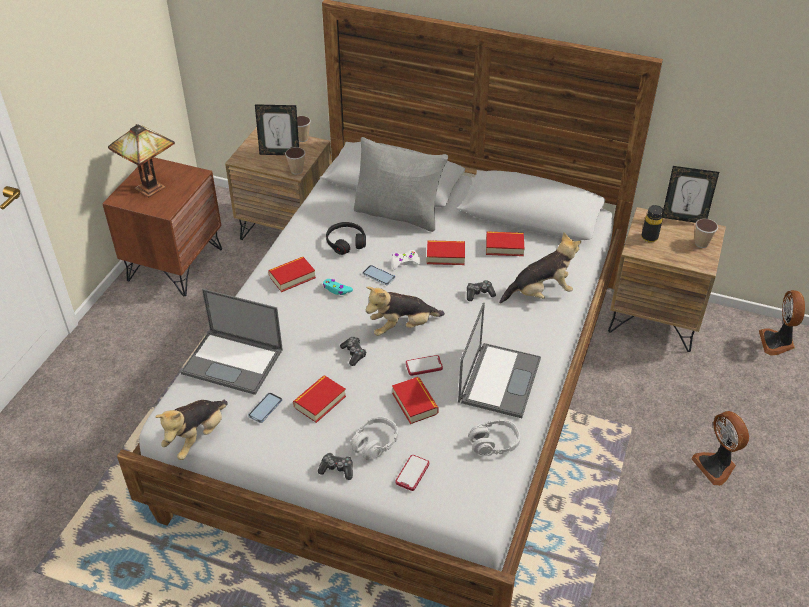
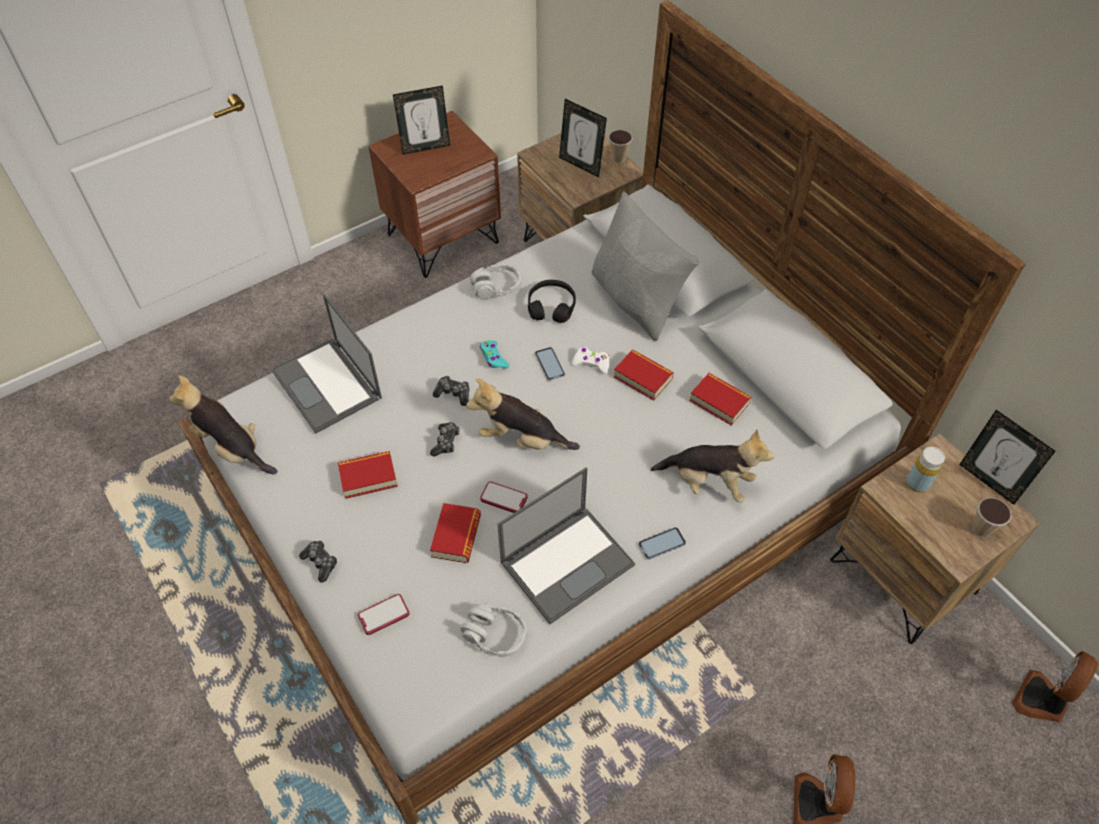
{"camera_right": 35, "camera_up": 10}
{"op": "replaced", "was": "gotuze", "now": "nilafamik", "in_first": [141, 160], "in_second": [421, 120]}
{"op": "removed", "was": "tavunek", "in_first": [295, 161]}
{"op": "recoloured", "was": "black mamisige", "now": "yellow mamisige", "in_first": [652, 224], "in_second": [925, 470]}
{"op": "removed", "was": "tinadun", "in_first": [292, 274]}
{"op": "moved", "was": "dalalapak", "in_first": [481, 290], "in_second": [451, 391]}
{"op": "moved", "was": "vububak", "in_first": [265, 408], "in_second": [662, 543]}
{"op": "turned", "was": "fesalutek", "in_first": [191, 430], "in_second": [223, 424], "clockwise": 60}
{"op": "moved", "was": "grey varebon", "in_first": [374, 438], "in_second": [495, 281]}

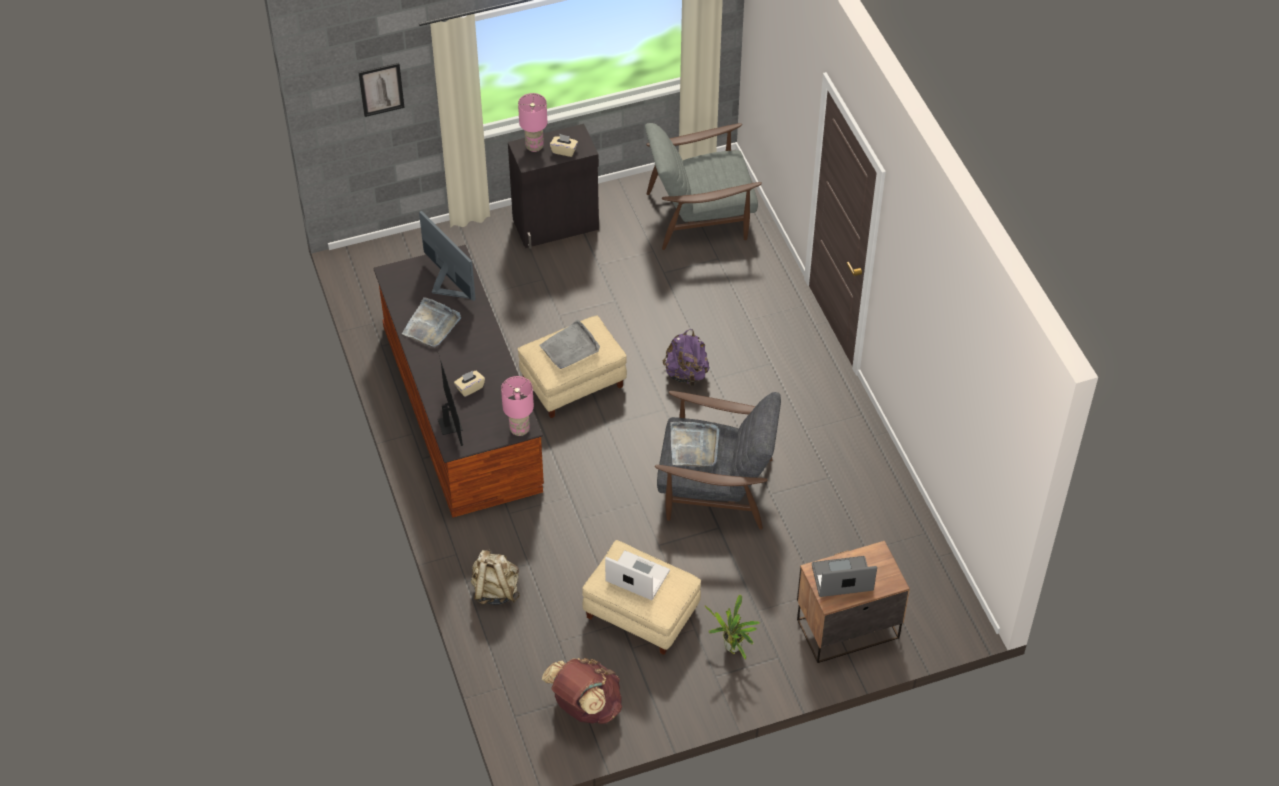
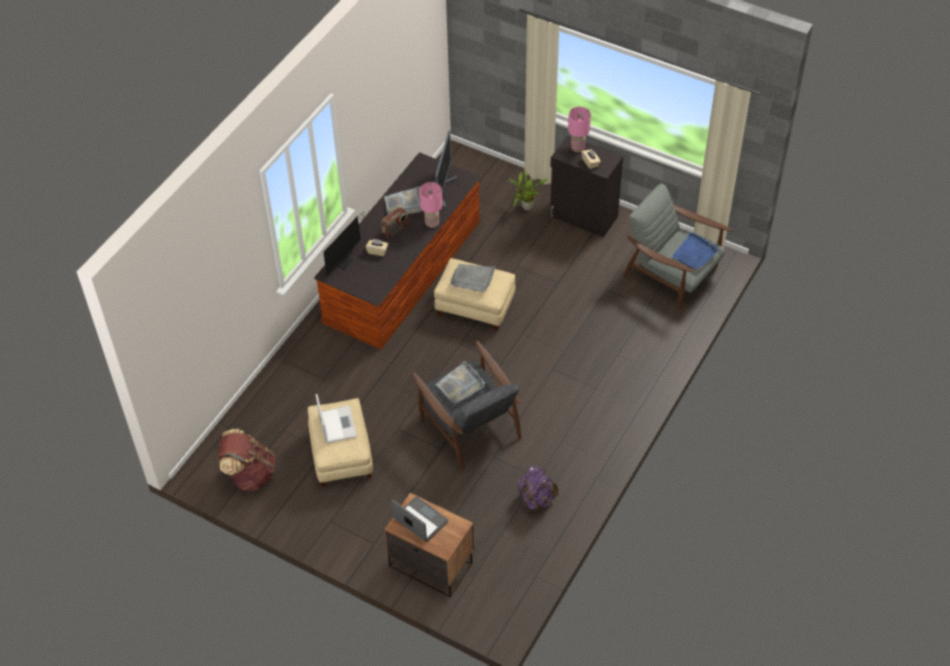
{"camera_right": 50, "camera_up": 0}
{"op": "removed", "was": "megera", "in_first": [381, 90]}
{"op": "moved", "was": "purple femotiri", "in_first": [685, 357], "in_second": [537, 488]}
{"op": "moved", "was": "pink gotuze", "in_first": [517, 406], "in_second": [430, 205]}
{"op": "removed", "was": "beige femotiri", "in_first": [495, 577]}
{"op": "moved", "was": "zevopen", "in_first": [732, 627], "in_second": [528, 190]}
{"op": "added", "now": "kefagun", "in_second": [395, 223]}
{"op": "added", "now": "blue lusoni", "in_second": [695, 251]}

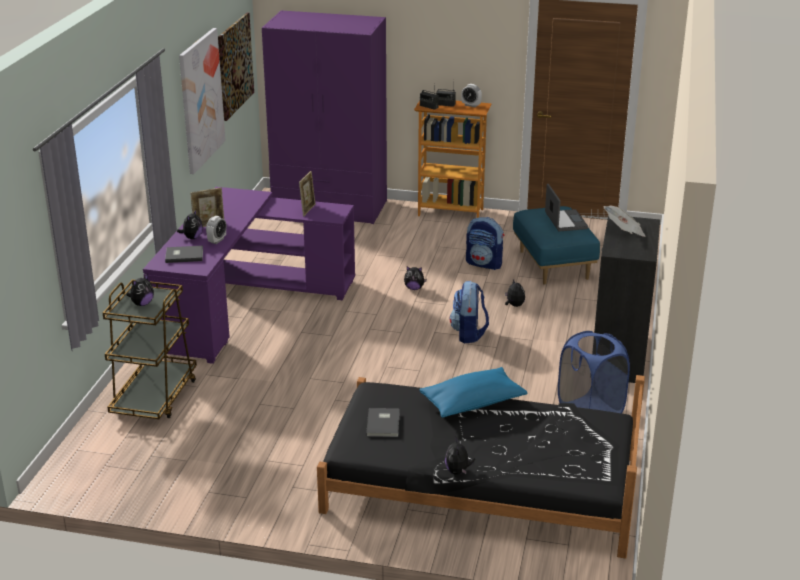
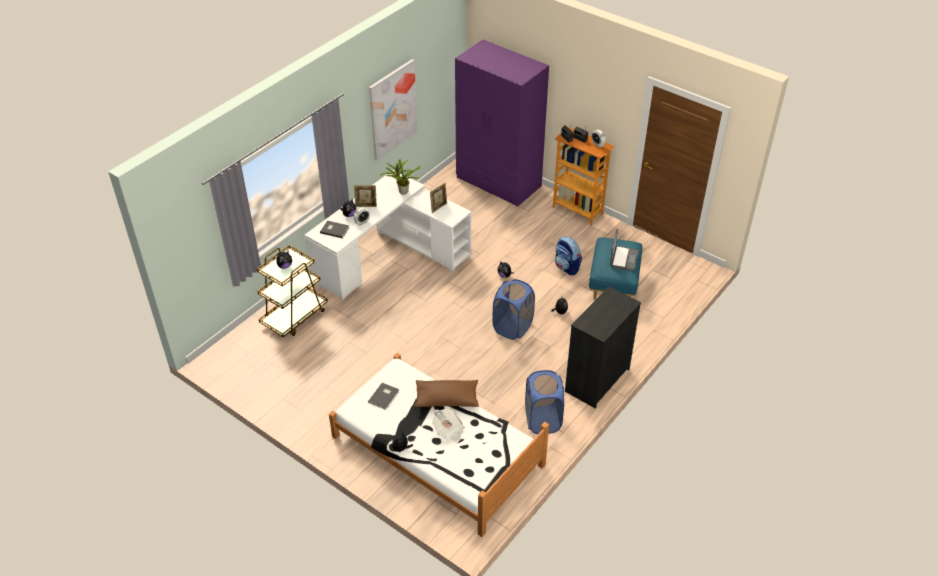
{"camera_right": 25, "camera_up": 15}
{"op": "removed", "was": "megera", "in_first": [236, 66]}
{"op": "recoloured", "was": "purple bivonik", "now": "white bivonik", "in_first": [249, 275], "in_second": [388, 235]}
{"op": "moved", "was": "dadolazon", "in_first": [624, 221], "in_second": [448, 425]}
{"op": "replaced", "was": "femotiri", "now": "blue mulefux", "in_first": [469, 312], "in_second": [513, 309]}
{"op": "recoloured", "was": "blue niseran", "now": "brown niseran", "in_first": [473, 392], "in_second": [447, 393]}
{"op": "recoloured", "was": "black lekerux", "now": "white lekerux", "in_first": [481, 466], "in_second": [439, 445]}
{"op": "added", "now": "zevopen", "in_second": [400, 177]}

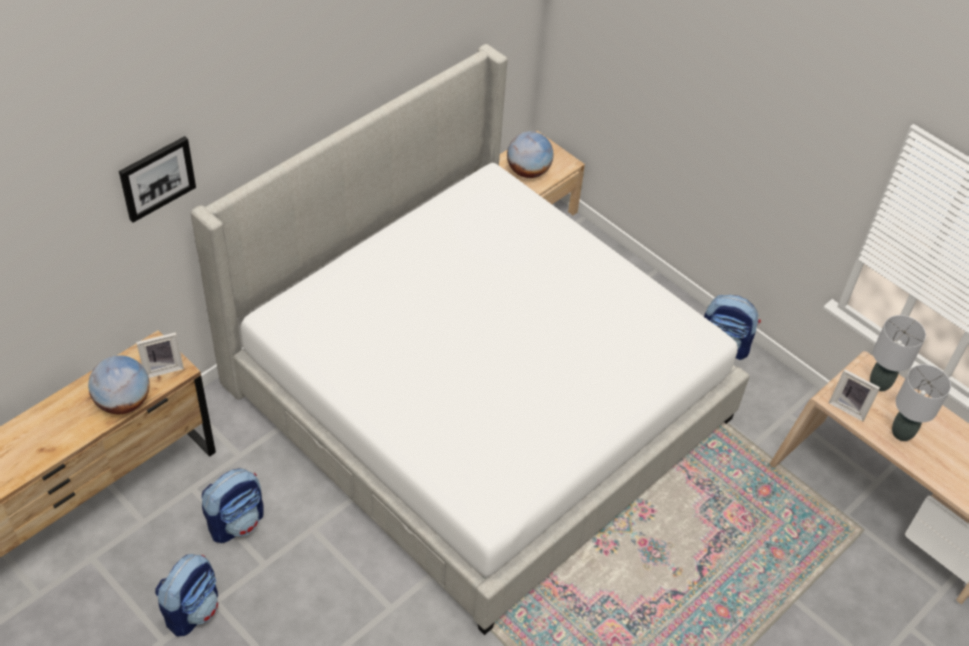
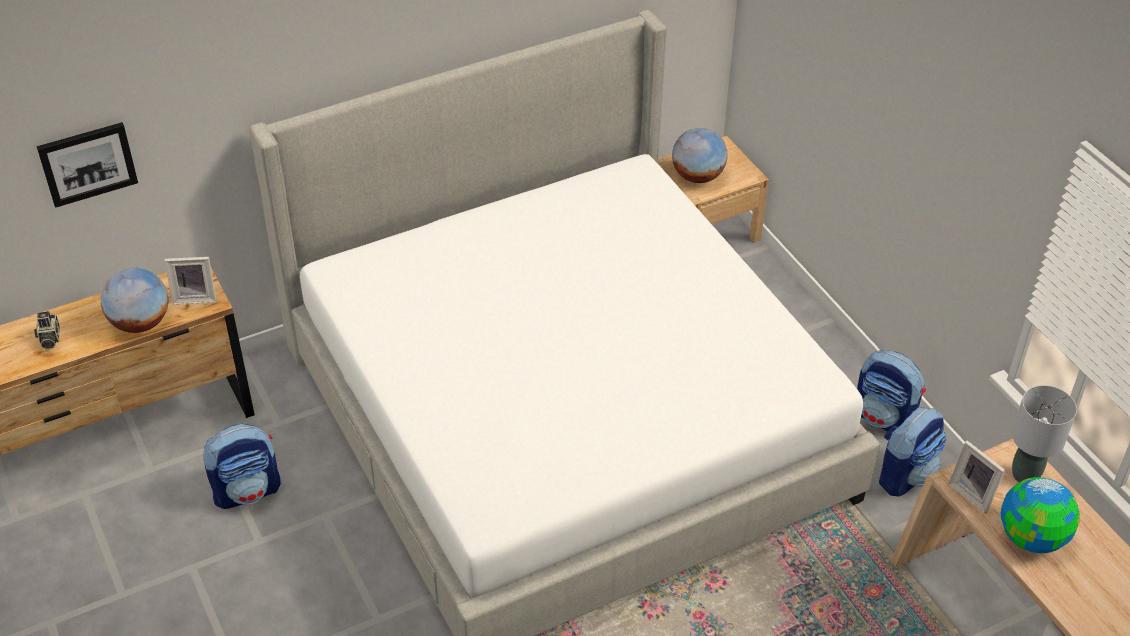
{"camera_right": 20, "camera_up": -5}
{"op": "moved", "was": "megera", "in_first": [157, 179], "in_second": [87, 165]}
{"op": "replaced", "was": "grey gotuze", "now": "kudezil", "in_first": [921, 402], "in_second": [1040, 515]}
{"op": "moved", "was": "femotiri", "in_first": [186, 595], "in_second": [912, 452]}
{"op": "added", "now": "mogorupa", "in_second": [47, 330]}

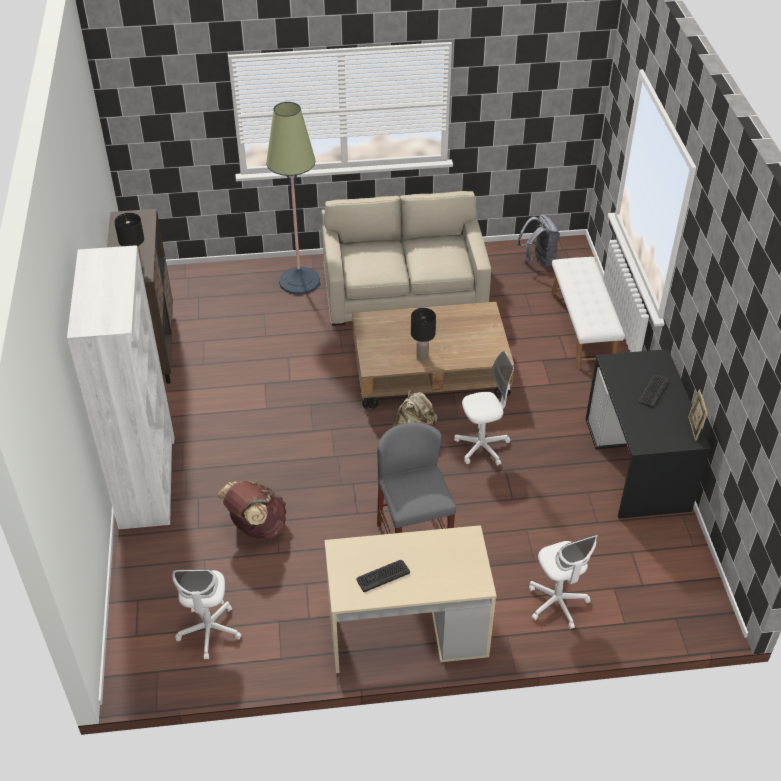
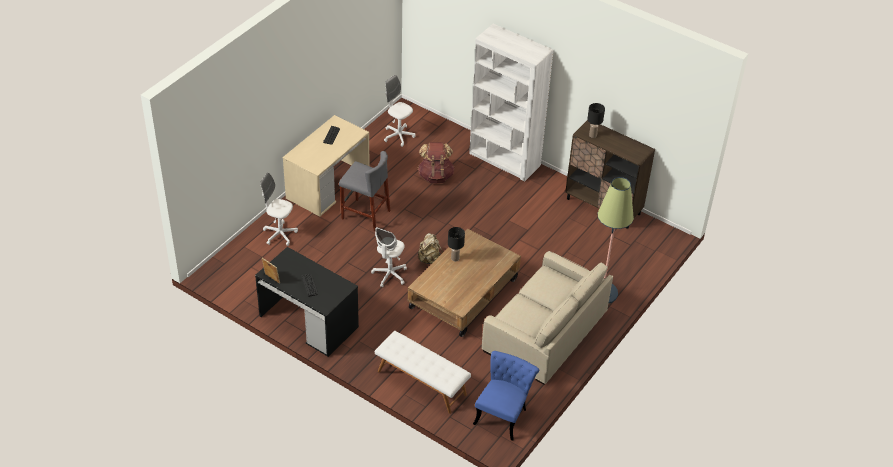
{"camera_right": 130, "camera_up": 0}
{"op": "replaced", "was": "grey femotiri", "now": "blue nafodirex", "in_first": [538, 240], "in_second": [506, 395]}

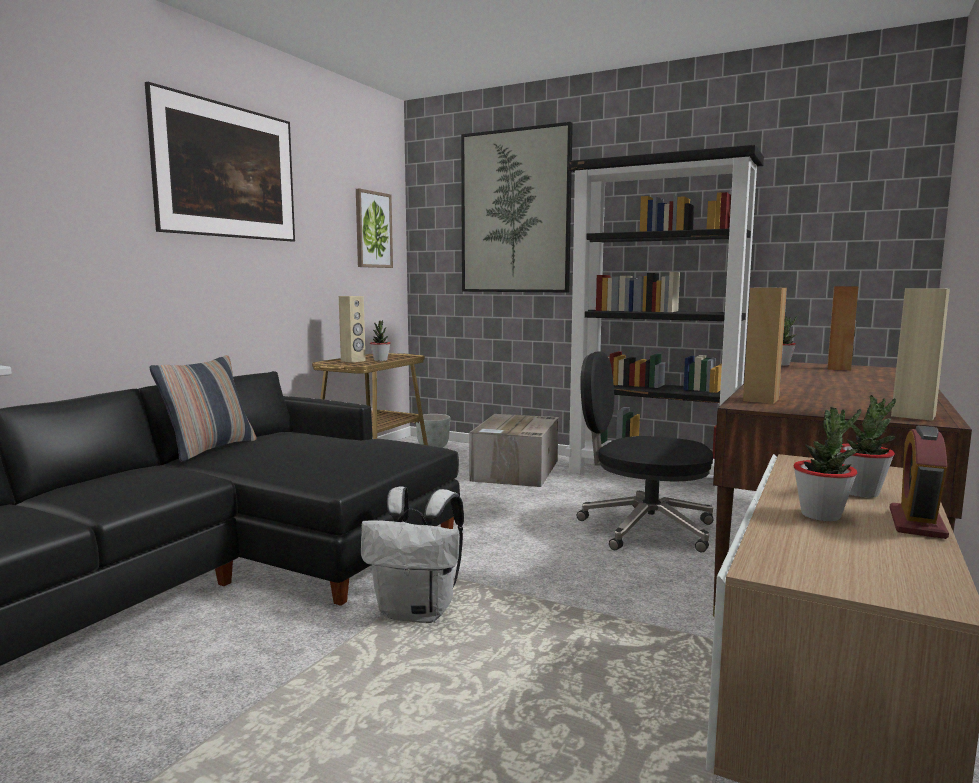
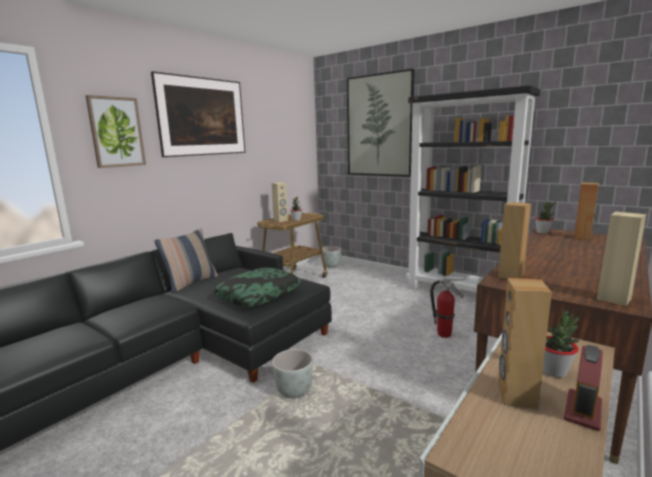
{"camera_right": 10, "camera_up": 5}
{"op": "moved", "was": "megera", "in_first": [374, 228], "in_second": [115, 131]}
{"op": "replaced", "was": "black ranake", "now": "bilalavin", "in_first": [644, 451], "in_second": [448, 307]}
{"op": "replaced", "was": "zevopen", "now": "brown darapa", "in_first": [827, 464], "in_second": [525, 343]}
{"op": "removed", "was": "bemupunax", "in_first": [513, 450]}
{"op": "replaced", "was": "white femotiri", "now": "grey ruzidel", "in_first": [412, 555], "in_second": [292, 373]}
{"op": "added", "now": "niseran", "in_second": [257, 287]}

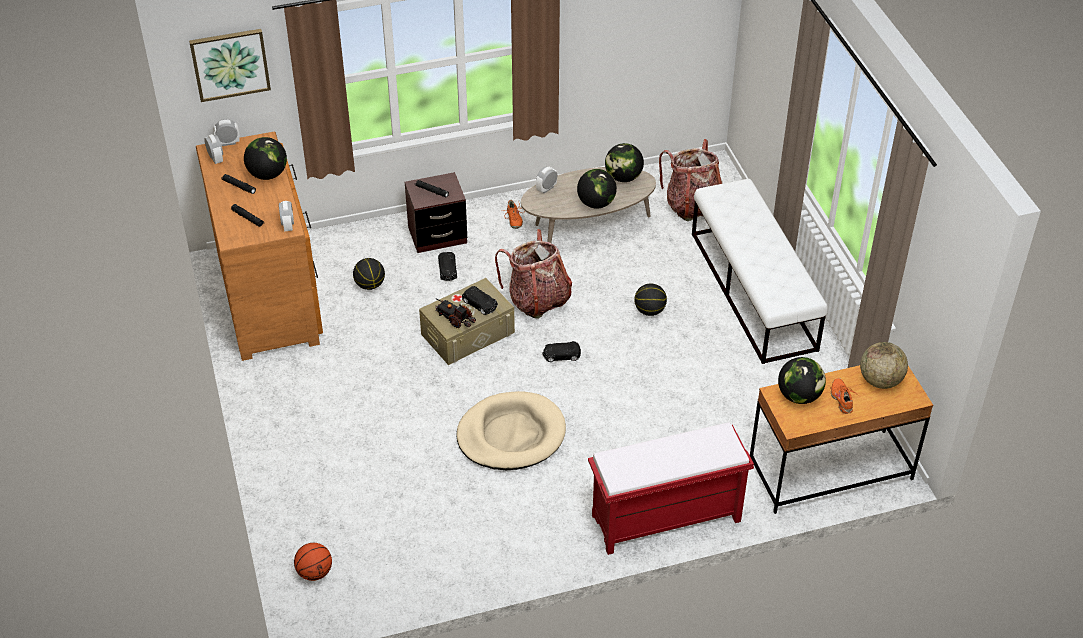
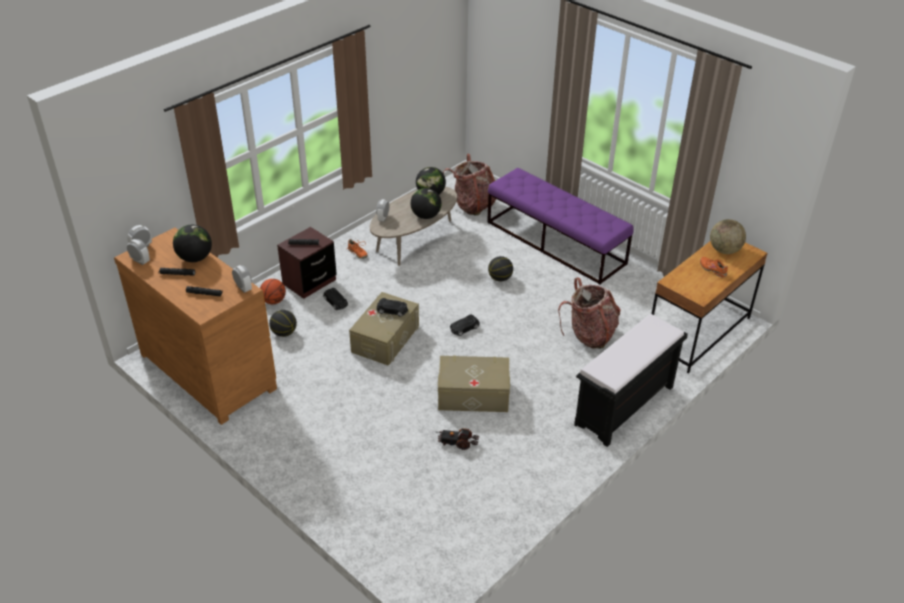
{"camera_right": -30, "camera_up": -5}
{"op": "removed", "was": "megera", "in_first": [230, 65]}
{"op": "recoloured", "was": "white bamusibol", "now": "purple bamusibol", "in_first": [760, 271], "in_second": [560, 226]}
{"op": "moved", "was": "femotiri", "in_first": [533, 274], "in_second": [589, 313]}
{"op": "moved", "was": "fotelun", "in_first": [455, 313], "in_second": [458, 439]}
{"op": "removed", "was": "kudezil", "in_first": [802, 380]}
{"op": "replaced", "was": "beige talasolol", "now": "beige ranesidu", "in_first": [511, 430], "in_second": [474, 384]}
{"op": "recoloured", "was": "red bamusibol", "now": "black bamusibol", "in_first": [671, 488], "in_second": [631, 380]}
{"op": "moved", "was": "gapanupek", "in_first": [313, 562], "in_second": [273, 291]}

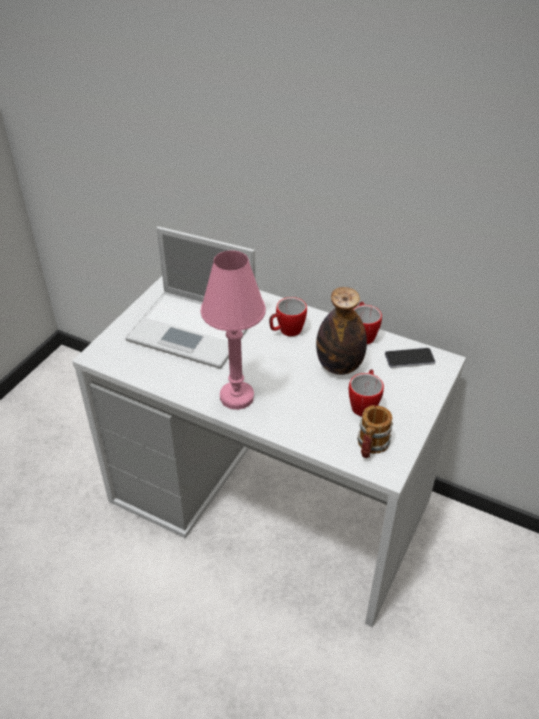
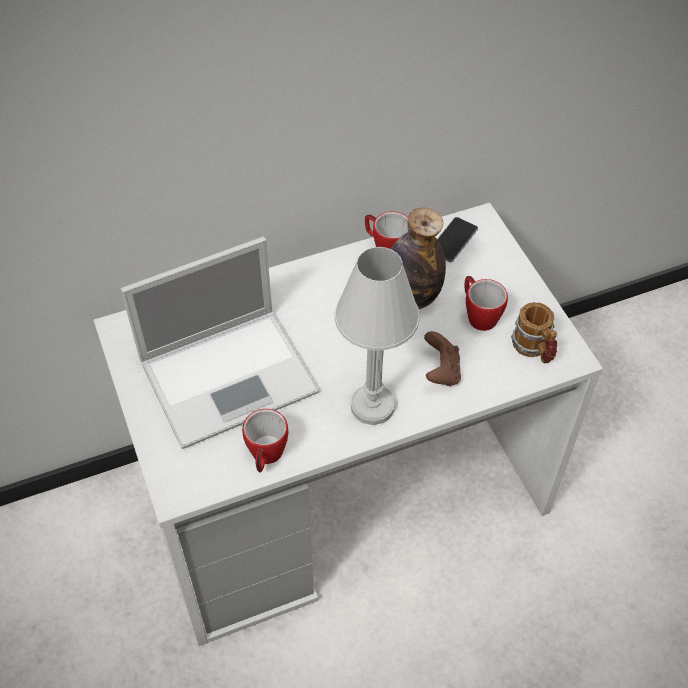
{"camera_right": -50, "camera_up": 10}
{"op": "recoloured", "was": "pink gotuze", "now": "white gotuze", "in_first": [233, 330], "in_second": [377, 336]}
{"op": "moved", "was": "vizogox", "in_first": [288, 316], "in_second": [265, 441]}
{"op": "added", "now": "brown dalalapak", "in_second": [442, 358]}

